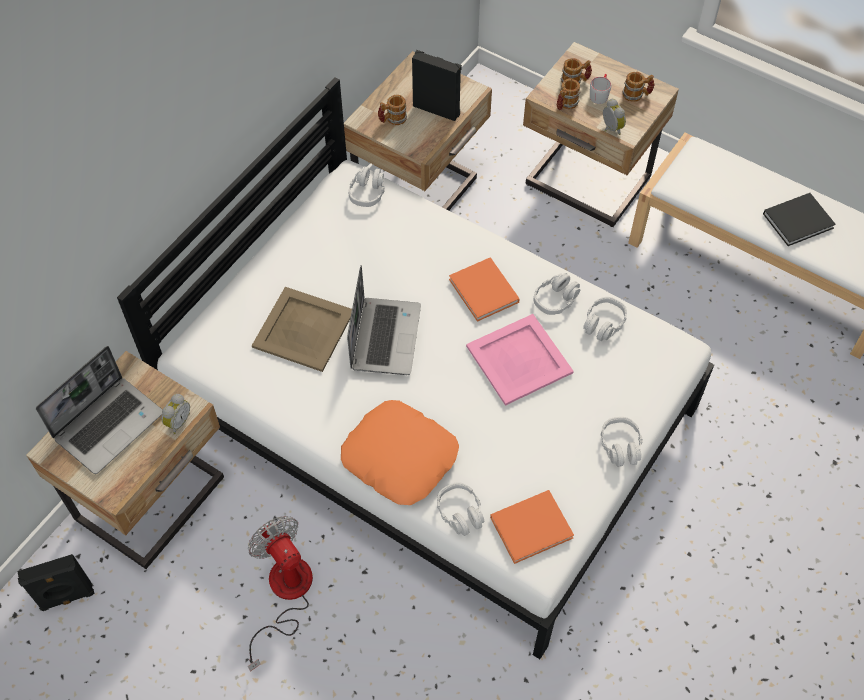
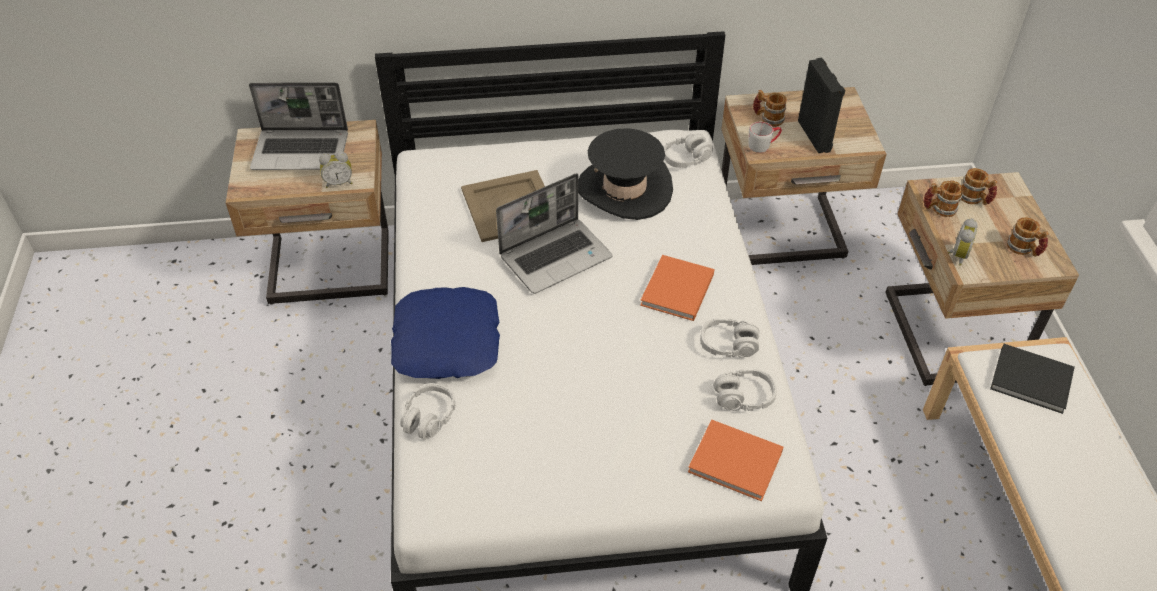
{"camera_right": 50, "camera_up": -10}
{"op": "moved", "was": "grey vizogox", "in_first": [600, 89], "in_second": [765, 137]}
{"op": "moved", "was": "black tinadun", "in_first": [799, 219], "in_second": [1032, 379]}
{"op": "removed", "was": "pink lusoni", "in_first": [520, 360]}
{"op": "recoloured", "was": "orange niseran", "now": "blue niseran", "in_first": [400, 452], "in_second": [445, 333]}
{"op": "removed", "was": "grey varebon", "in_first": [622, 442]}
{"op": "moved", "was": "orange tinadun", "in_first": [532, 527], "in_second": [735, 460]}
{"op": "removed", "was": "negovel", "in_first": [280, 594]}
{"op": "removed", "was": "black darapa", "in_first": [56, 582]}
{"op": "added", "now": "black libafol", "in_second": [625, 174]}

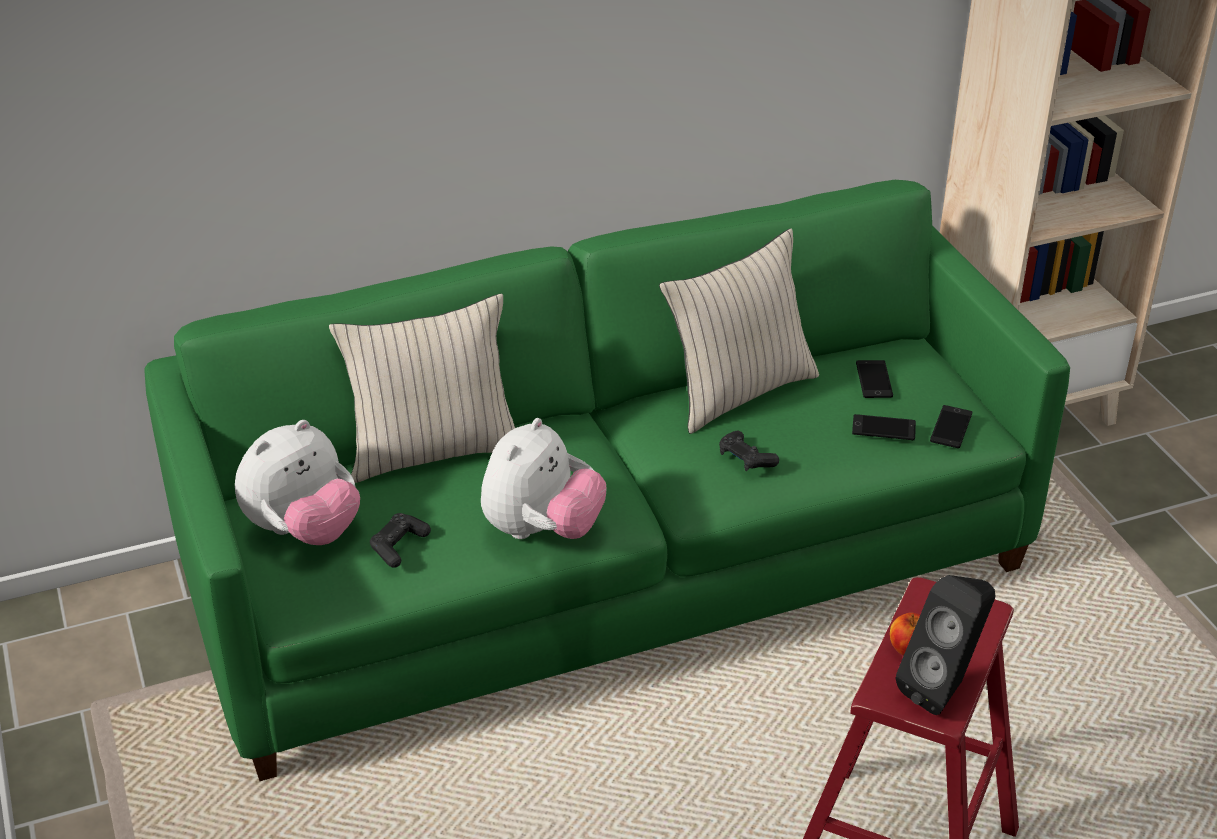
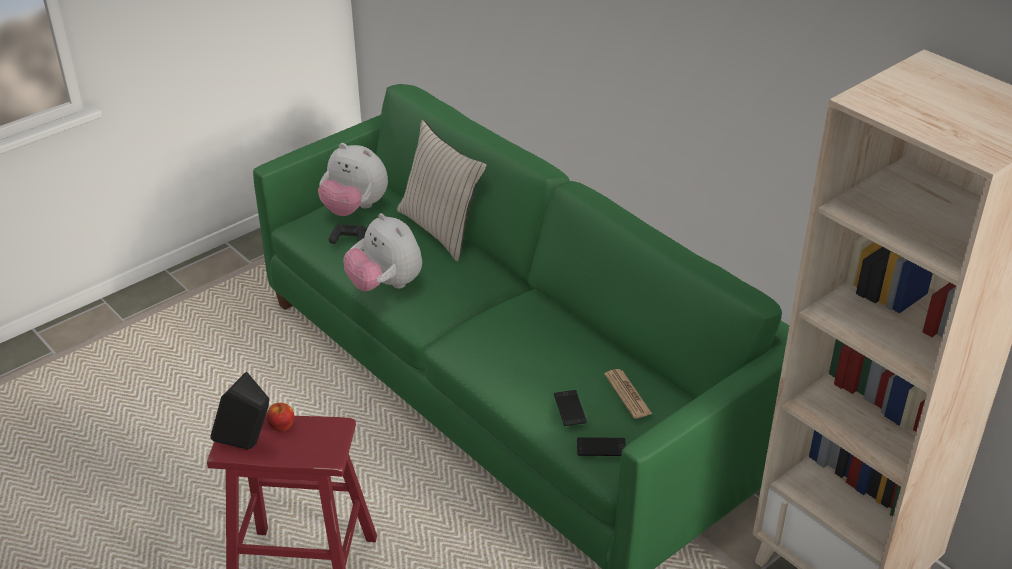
{"camera_right": 70, "camera_up": 0}
{"op": "removed", "was": "beige niseran", "in_first": [739, 331]}
{"op": "replaced", "was": "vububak", "now": "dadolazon", "in_first": [874, 379], "in_second": [628, 394]}
{"op": "turned", "was": "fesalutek", "in_first": [544, 478], "in_second": [382, 252], "clockwise": 45}
{"op": "removed", "was": "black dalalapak", "in_first": [749, 450]}

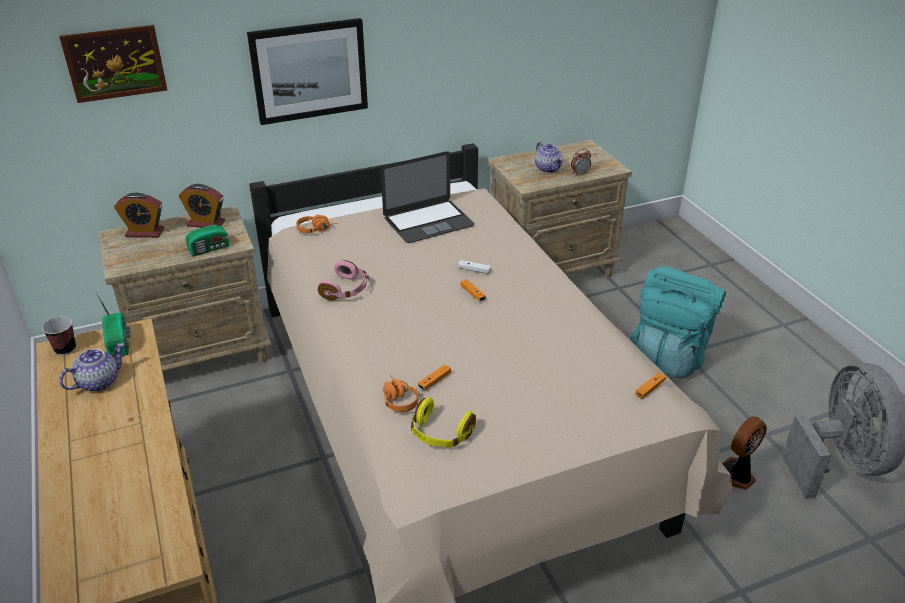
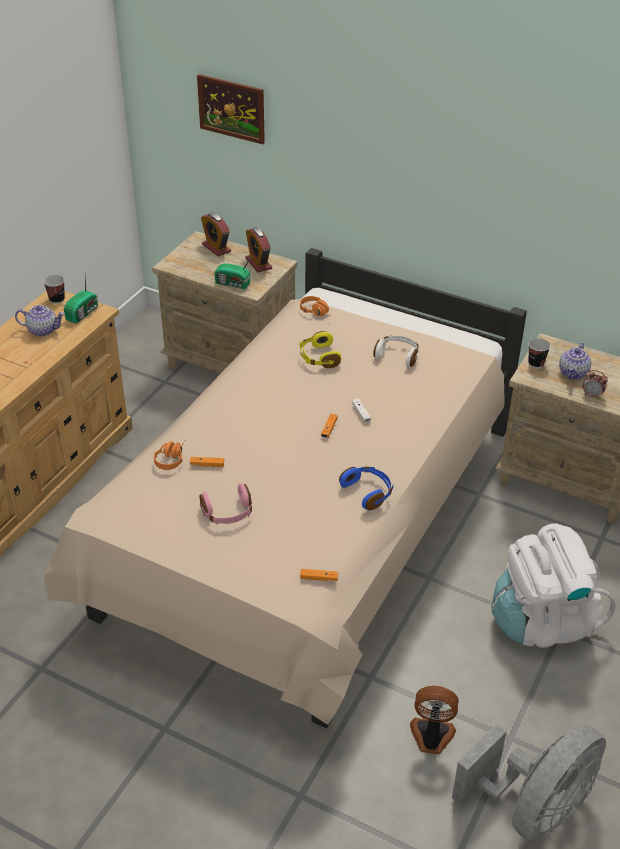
{"camera_right": 50, "camera_up": 5}
{"op": "removed", "was": "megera", "in_first": [307, 71]}
{"op": "replaced", "was": "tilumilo", "now": "white varebon", "in_first": [428, 197], "in_second": [396, 351]}
{"op": "moved", "was": "pink varebon", "in_first": [343, 280], "in_second": [226, 503]}
{"op": "recoloured", "was": "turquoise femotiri", "now": "white femotiri", "in_first": [678, 322], "in_second": [553, 586]}
{"op": "moved", "was": "yellow varebon", "in_first": [443, 422], "in_second": [320, 349]}
{"op": "added", "now": "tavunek", "in_second": [539, 353]}
{"op": "added", "now": "blue varebon", "in_second": [366, 488]}

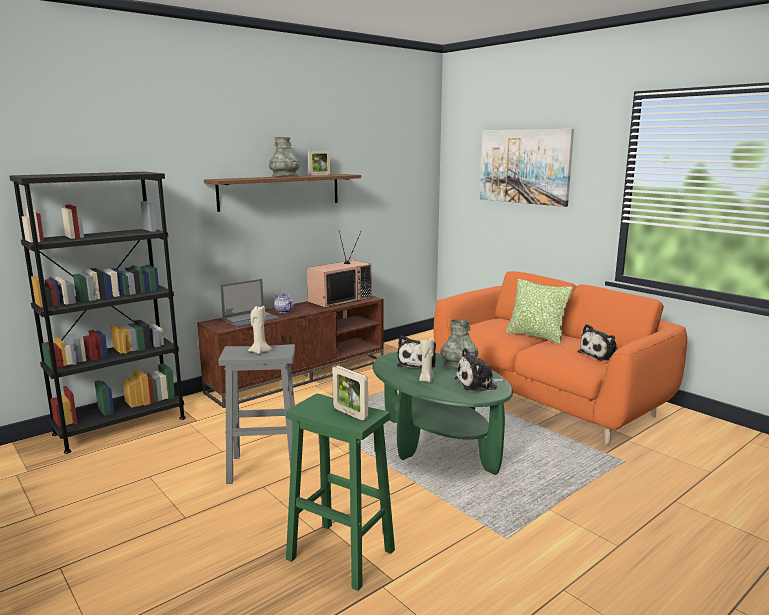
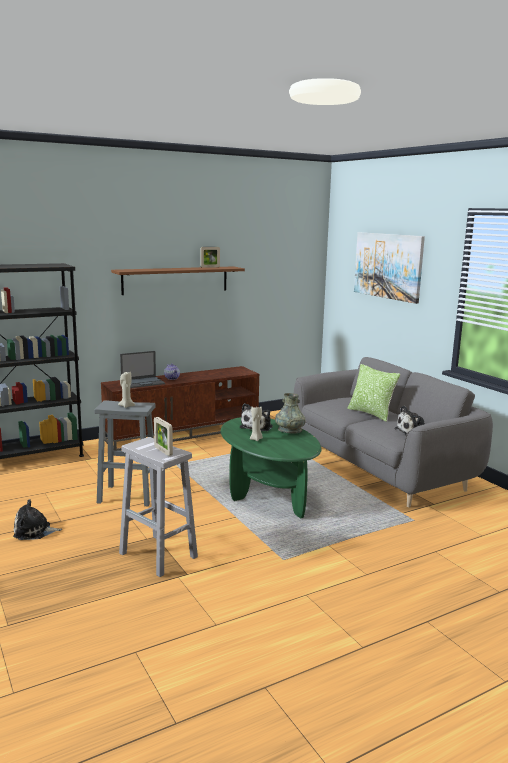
{"camera_right": 10, "camera_up": 0}
{"op": "removed", "was": "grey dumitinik", "in_first": [284, 157]}
{"op": "removed", "was": "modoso", "in_first": [339, 269]}
{"op": "recoloured", "was": "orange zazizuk", "now": "grey zazizuk", "in_first": [560, 358], "in_second": [393, 432]}
{"op": "moved", "was": "fesalutek", "in_first": [479, 370], "in_second": [37, 519]}
{"op": "recoloured", "was": "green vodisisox", "now": "white vodisisox", "in_first": [340, 492], "in_second": [158, 507]}

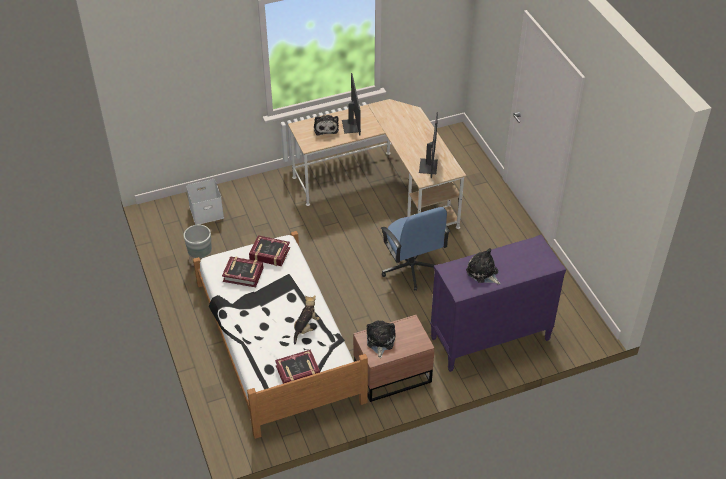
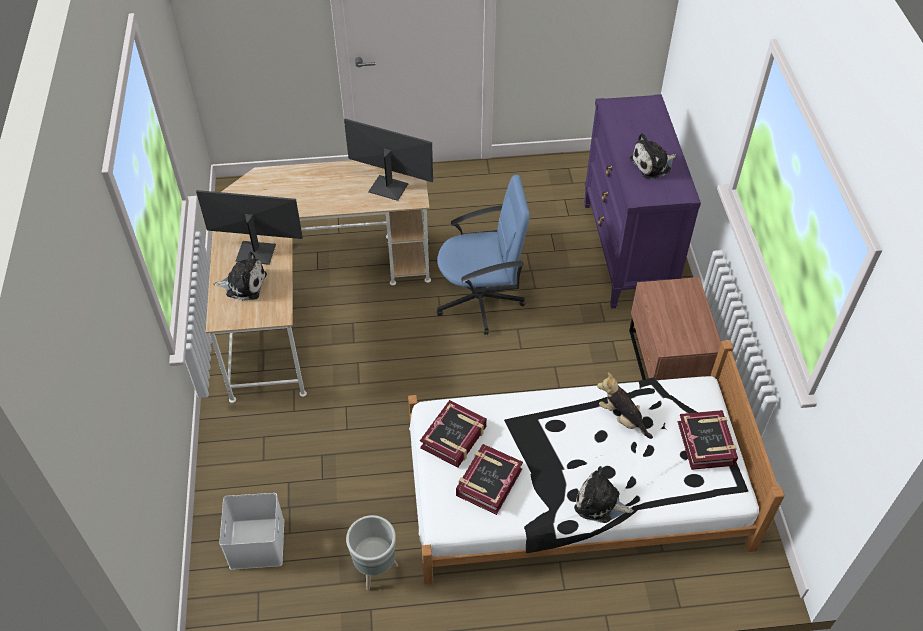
{"camera_right": -75, "camera_up": 5}
{"op": "moved", "was": "fesalutek", "in_first": [381, 339], "in_second": [604, 494]}

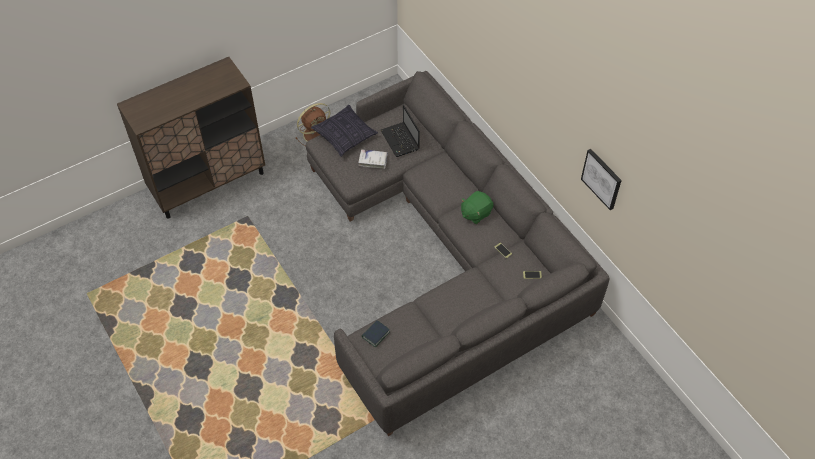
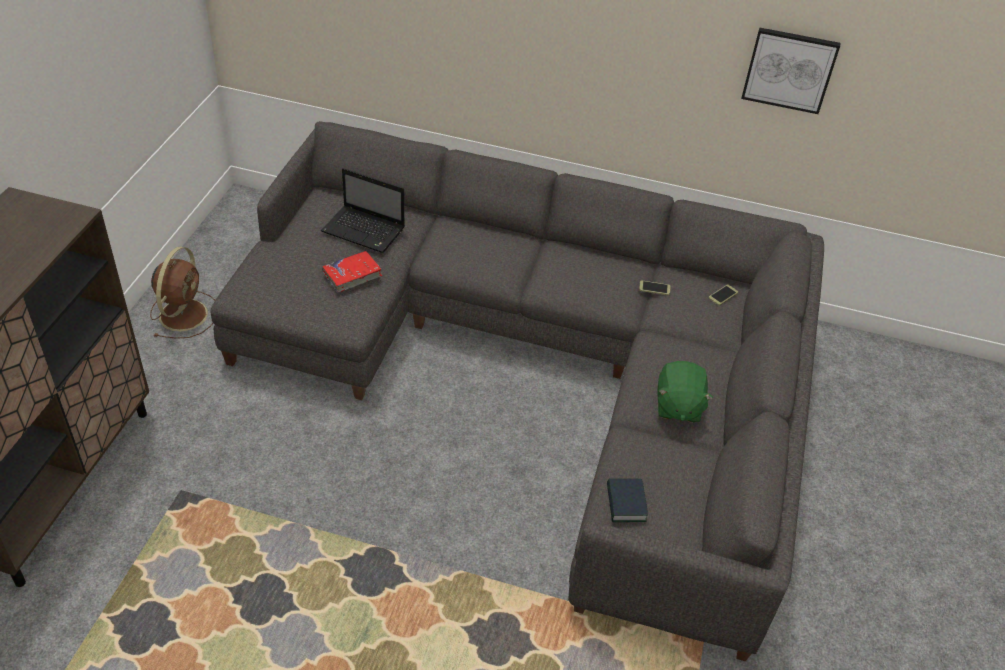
{"camera_right": -45, "camera_up": -10}
{"op": "removed", "was": "niseran", "in_first": [344, 131]}
{"op": "recoloured", "was": "white tinadun", "now": "red tinadun", "in_first": [373, 159], "in_second": [352, 272]}
{"op": "moved", "was": "green fesalutek", "in_first": [477, 207], "in_second": [685, 392]}

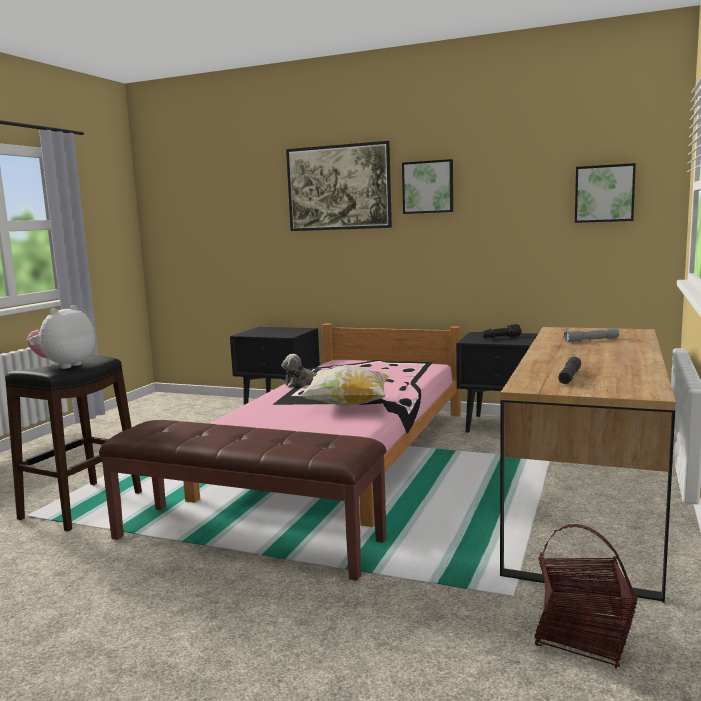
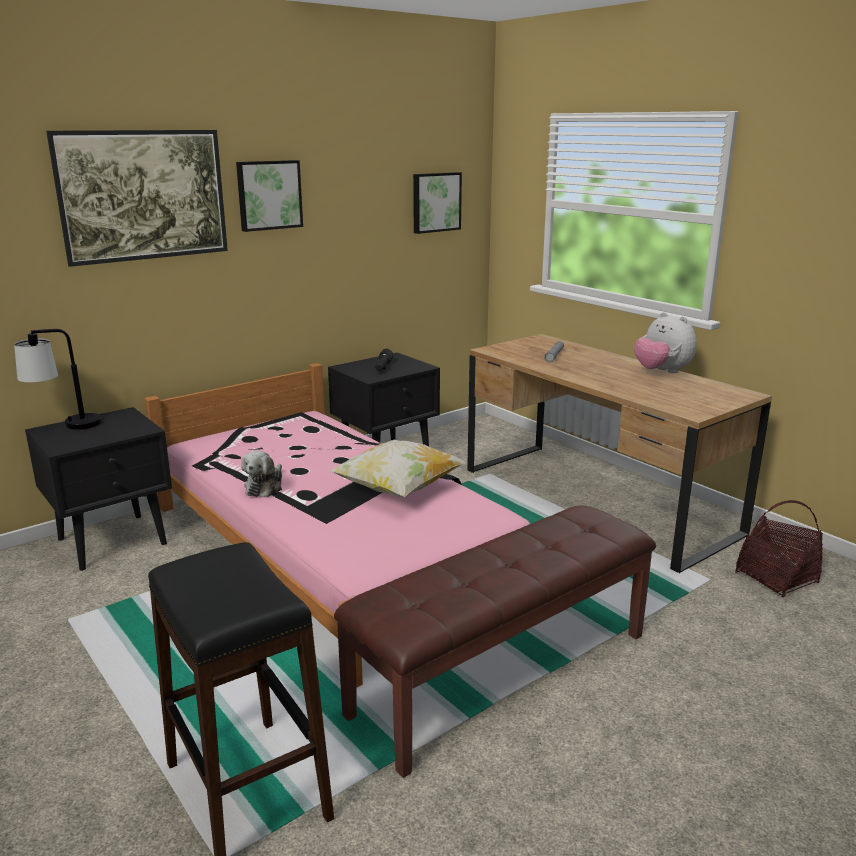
{"camera_right": -60, "camera_up": 10}
{"op": "moved", "was": "fesalutek", "in_first": [60, 337], "in_second": [665, 342]}
{"op": "removed", "was": "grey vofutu", "in_first": [569, 370]}
{"op": "added", "now": "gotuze", "in_second": [58, 379]}

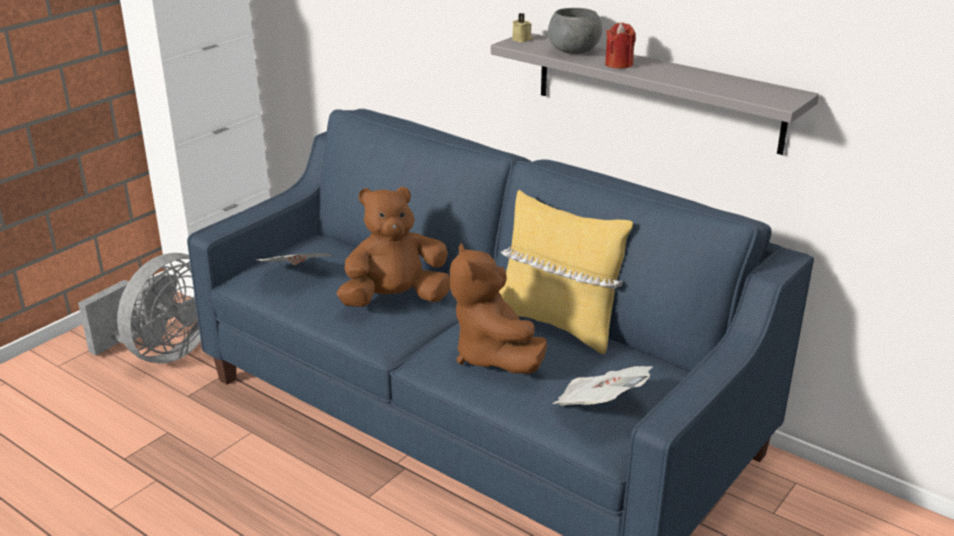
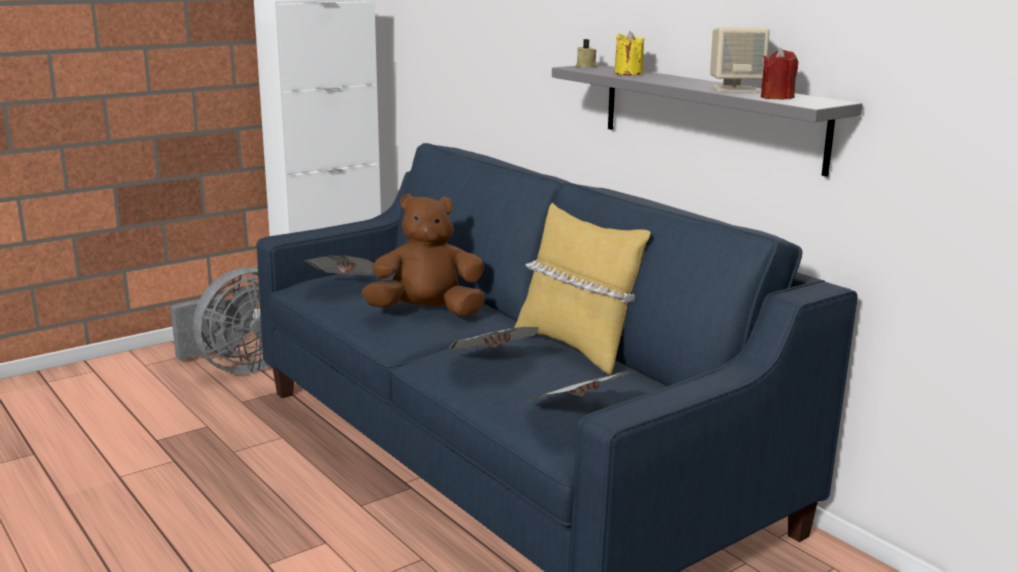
{"camera_right": 15, "camera_up": -10}
{"op": "replaced", "was": "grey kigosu", "now": "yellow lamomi", "in_first": [575, 31], "in_second": [629, 53]}
{"op": "moved", "was": "red lamomi", "in_first": [620, 46], "in_second": [779, 73]}
{"op": "replaced", "was": "brown fesalutek", "now": "dadolazon", "in_first": [498, 308], "in_second": [494, 338]}
{"op": "added", "now": "beige darapa", "in_second": [740, 60]}

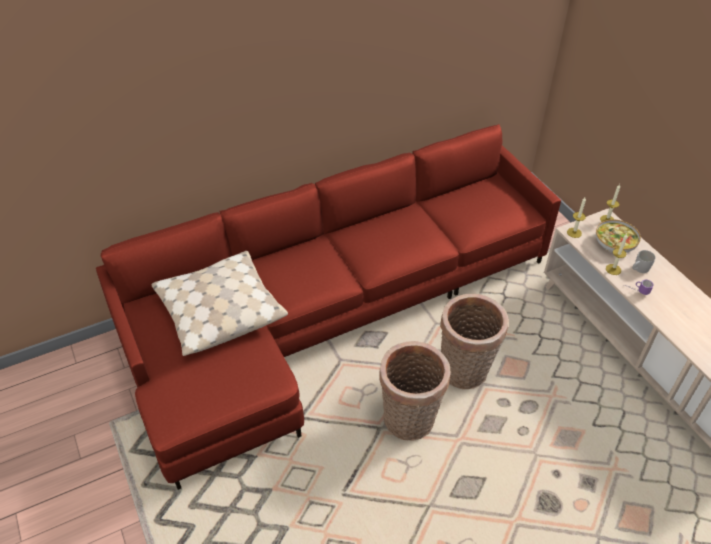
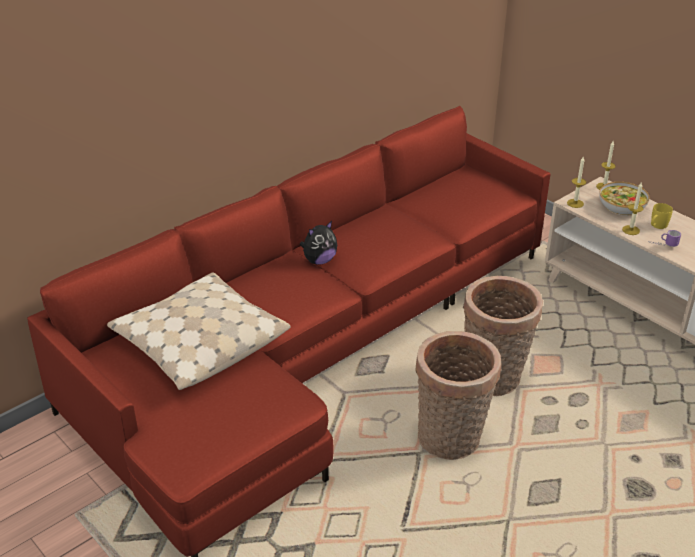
{"camera_right": -15, "camera_up": -10}
{"op": "recoloured", "was": "white vizogox", "now": "yellow vizogox", "in_first": [643, 261], "in_second": [662, 216]}
{"op": "added", "now": "fesalutek", "in_second": [318, 243]}

